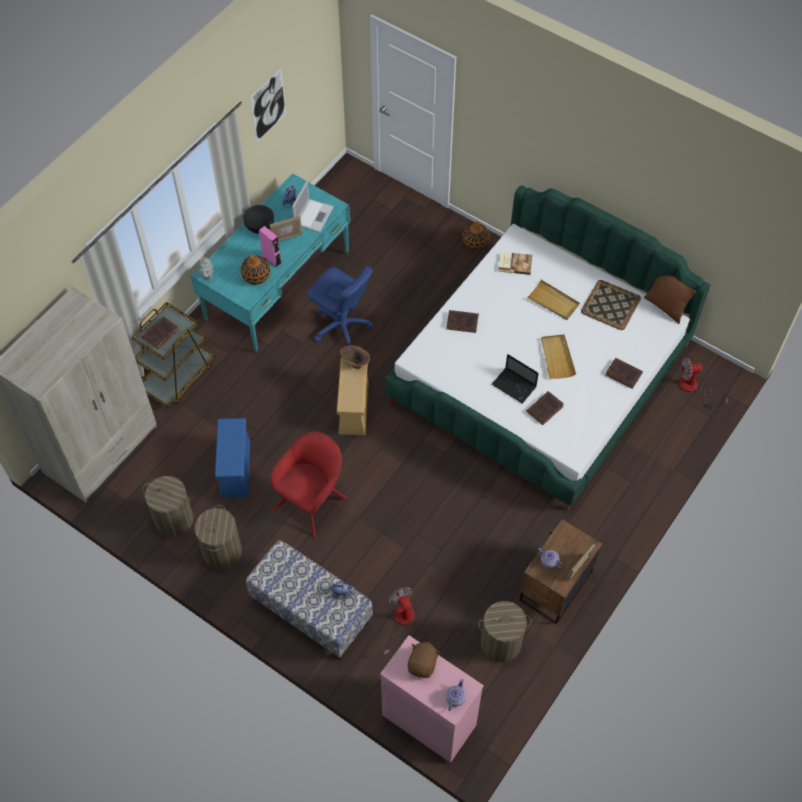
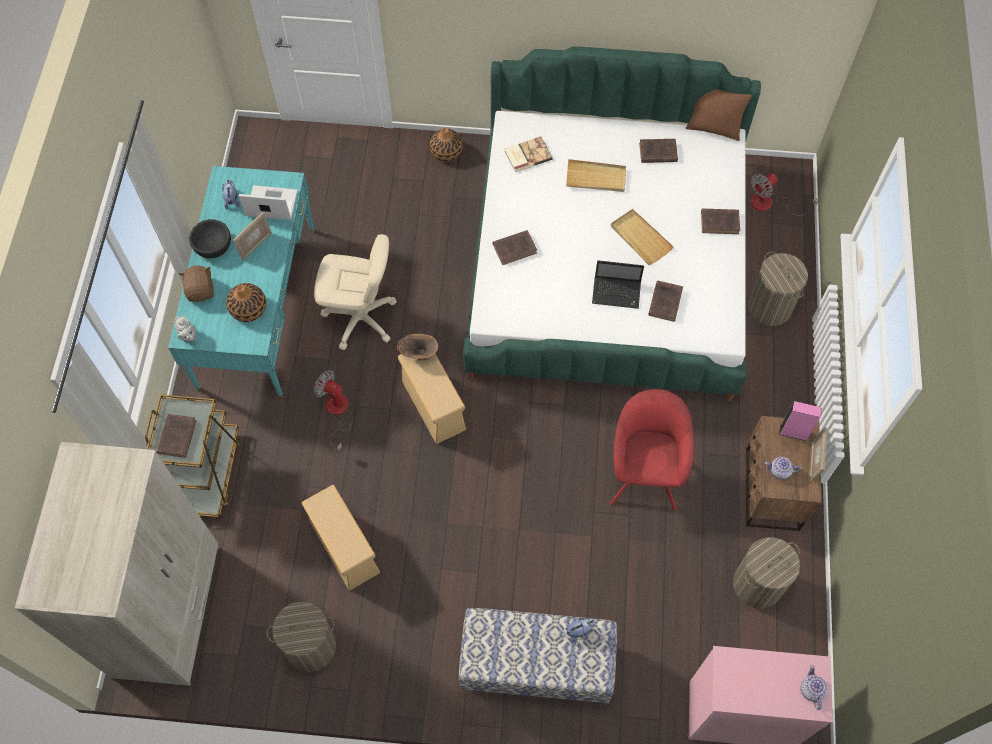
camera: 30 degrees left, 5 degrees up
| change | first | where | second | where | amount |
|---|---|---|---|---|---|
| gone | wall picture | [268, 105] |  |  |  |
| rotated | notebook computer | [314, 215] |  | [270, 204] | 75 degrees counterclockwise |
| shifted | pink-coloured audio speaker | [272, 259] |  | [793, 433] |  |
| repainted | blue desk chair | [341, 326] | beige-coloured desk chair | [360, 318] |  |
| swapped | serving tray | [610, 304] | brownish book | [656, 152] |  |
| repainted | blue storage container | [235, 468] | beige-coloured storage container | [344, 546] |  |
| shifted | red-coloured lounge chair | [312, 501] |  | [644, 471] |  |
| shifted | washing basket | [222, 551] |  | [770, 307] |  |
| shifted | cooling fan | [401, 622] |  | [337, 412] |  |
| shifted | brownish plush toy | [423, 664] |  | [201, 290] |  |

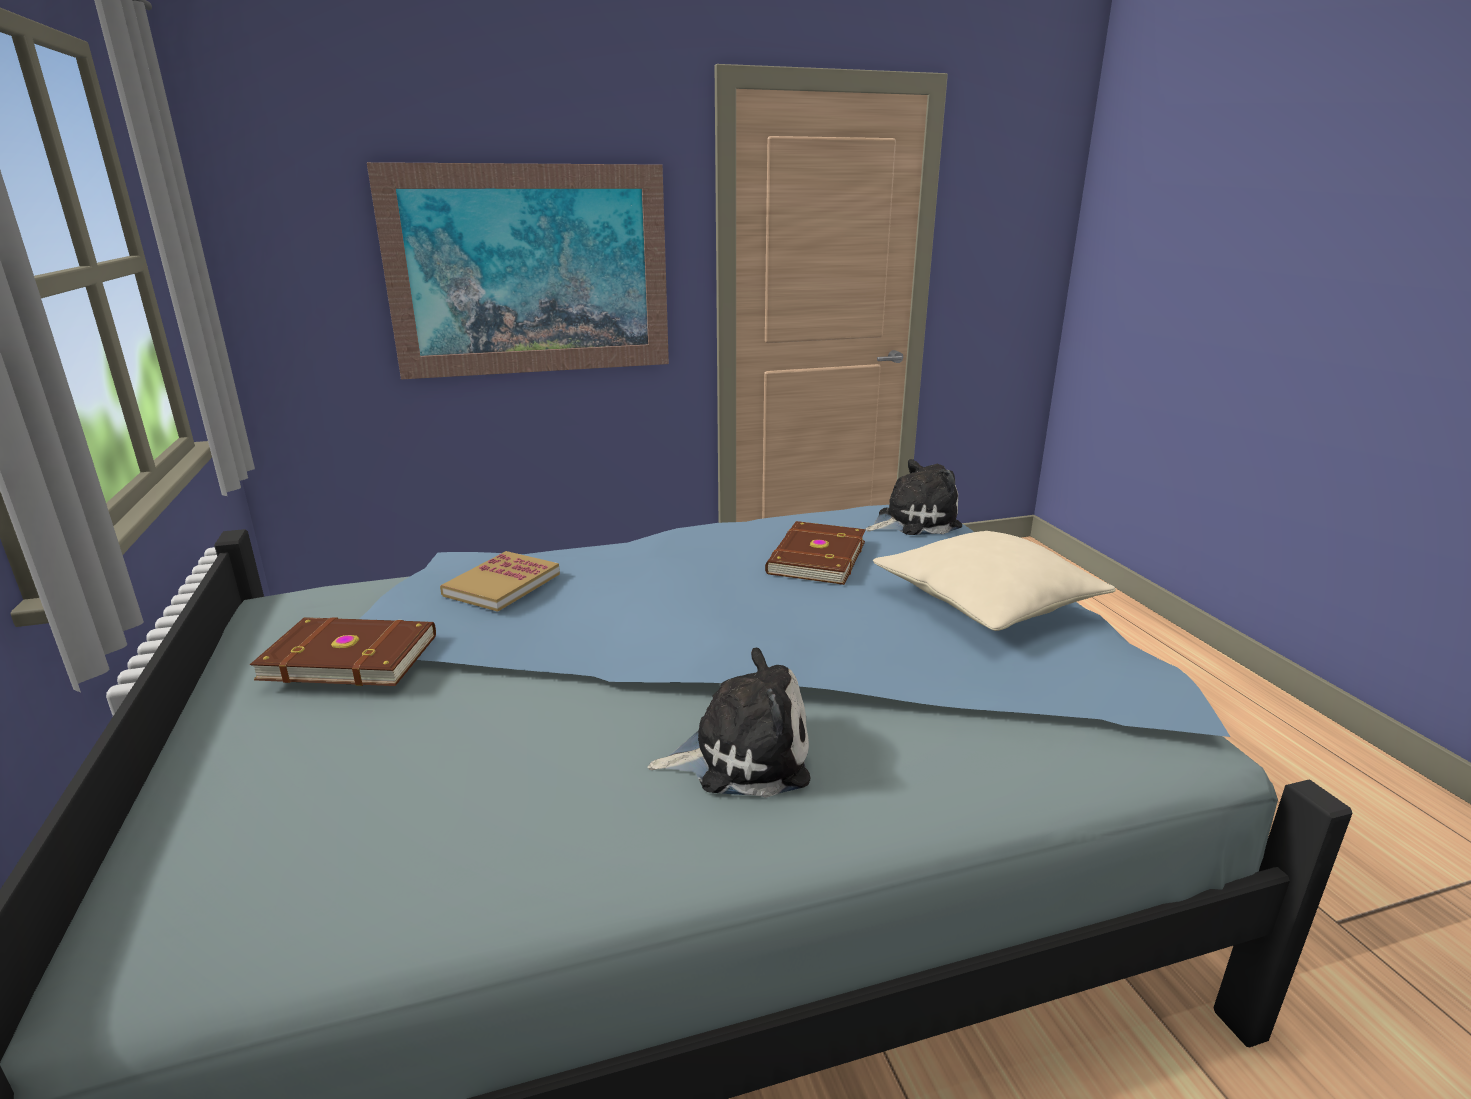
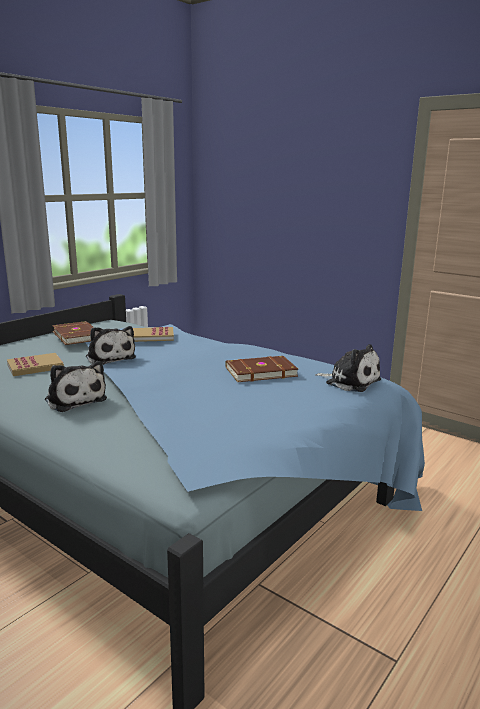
camera: 55 degrees right, 5 degrees down
| change | first | where | second | where | amount |
|---|---|---|---|---|---|
| gone | wall picture | [530, 271] |  |  |  |
| gone | beige-coloured throw pillow | [986, 602] |  |  |  |
| new |  |  | plush toy | [110, 357] |  |
| new |  |  | book | [35, 367] |  |

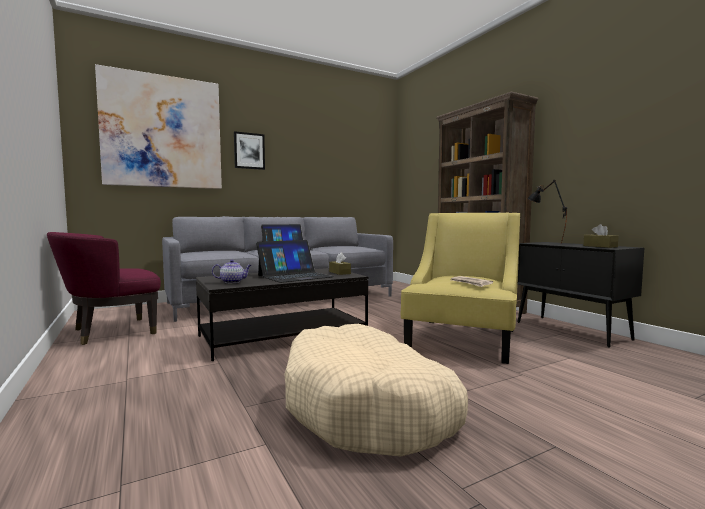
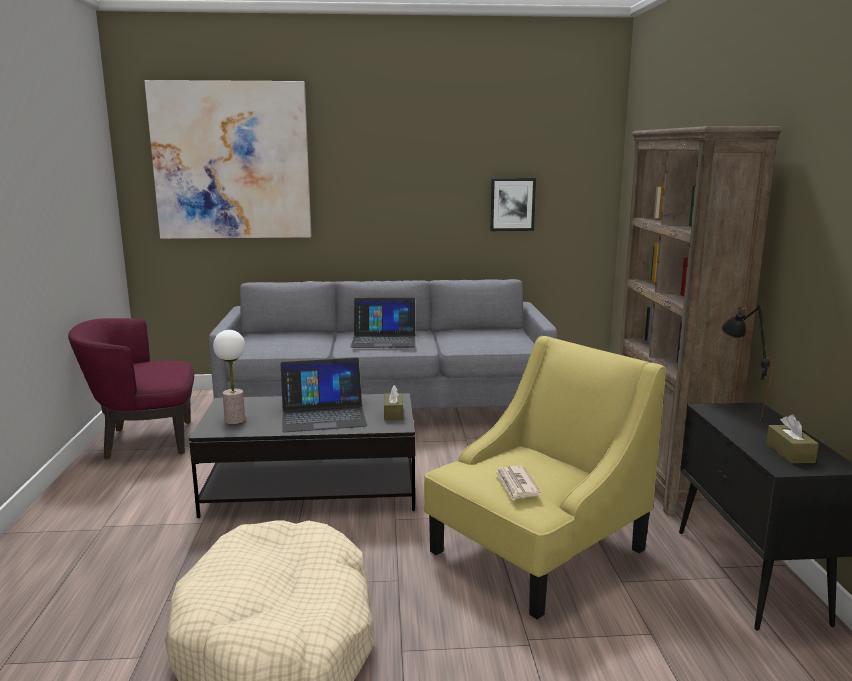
camera: 25 degrees right, 10 degrees up
| change | first | where | second | where | amount |
|---|---|---|---|---|---|
| shifted | wall picture | [249, 151] |  | [512, 204] |  |
| swapped | pot for tea | [232, 282] | table lamp | [235, 420] |  |

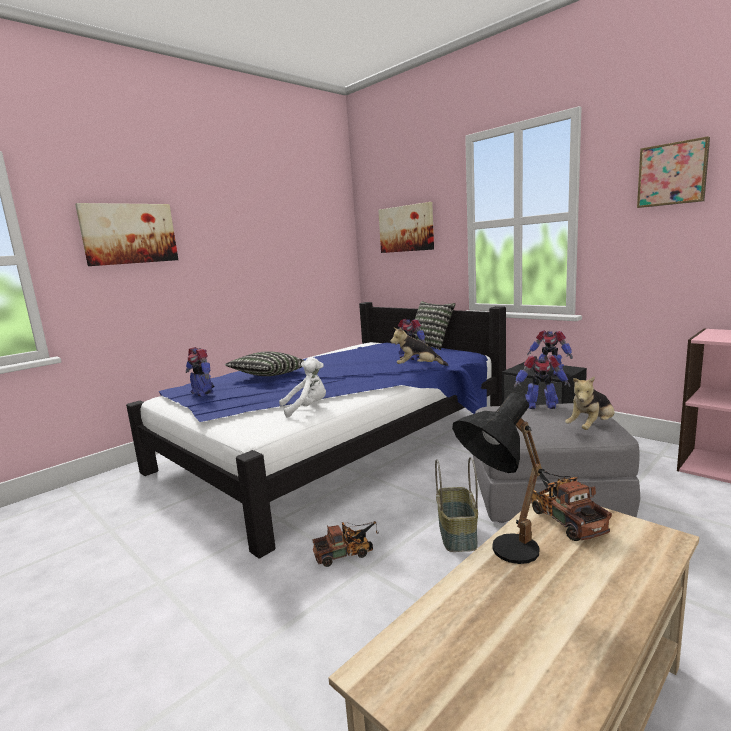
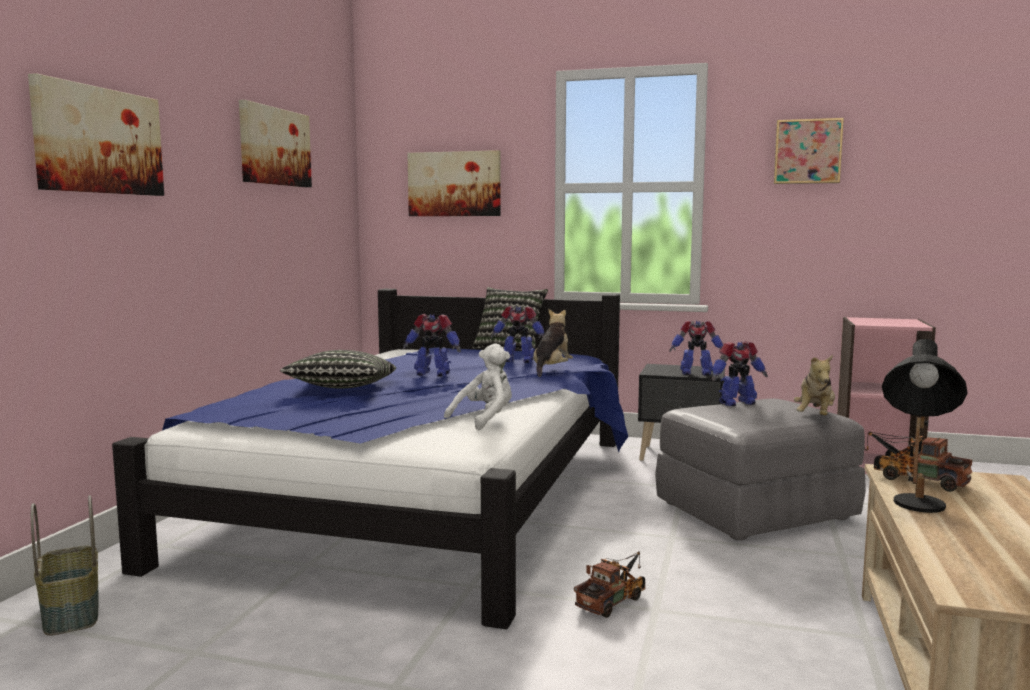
camera: 30 degrees left, 5 degrees down
| change | first | where | second | where | amount |
|---|---|---|---|---|---|
| rotated | plush toy | [418, 367] |  | [551, 369] | 135 degrees clockwise |
| shifted | model robot | [202, 392] |  | [432, 374] |  |
| shifted | household basket | [458, 534] |  | [72, 613] |  |
| new |  |  | wall picture | [274, 146] |  |

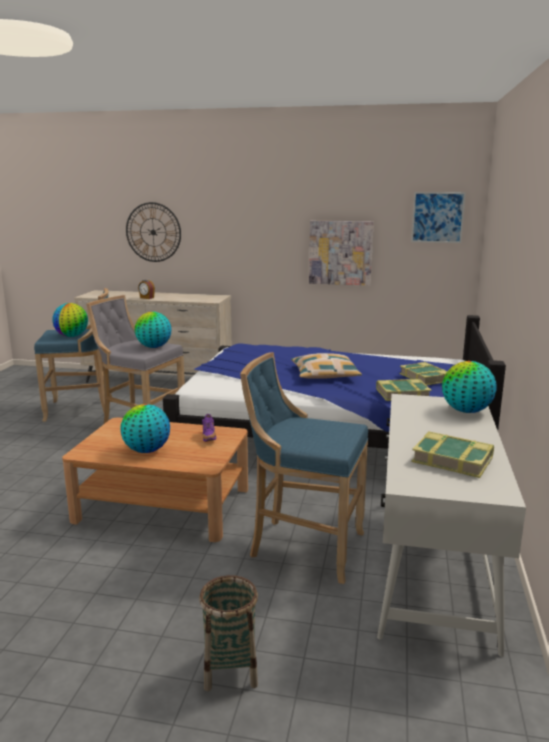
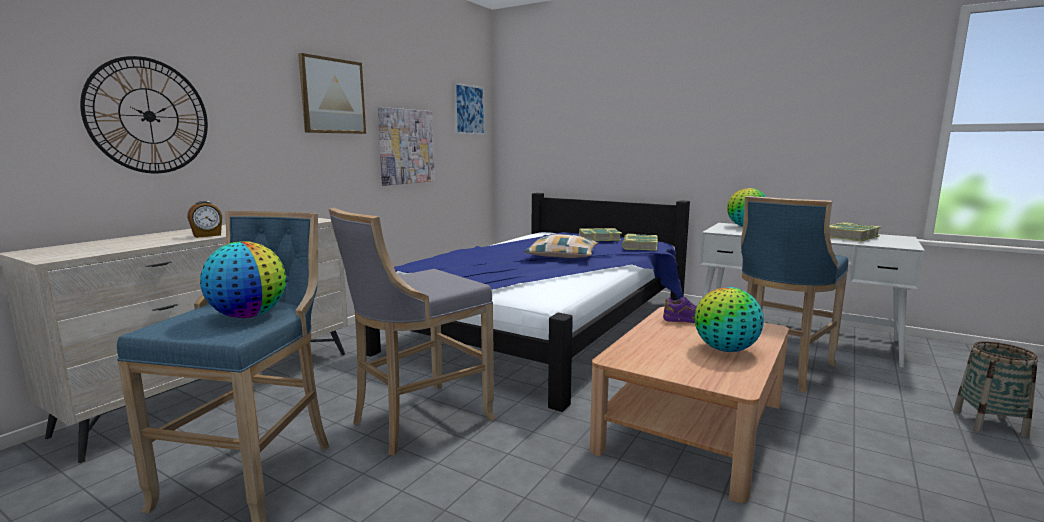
camera: 70 degrees left, 5 degrees down
| change | first | where | second | where | amount |
|---|---|---|---|---|---|
| gone | globe | [154, 347] |  |  |  |
| new |  |  | wall picture | [332, 96] |  |

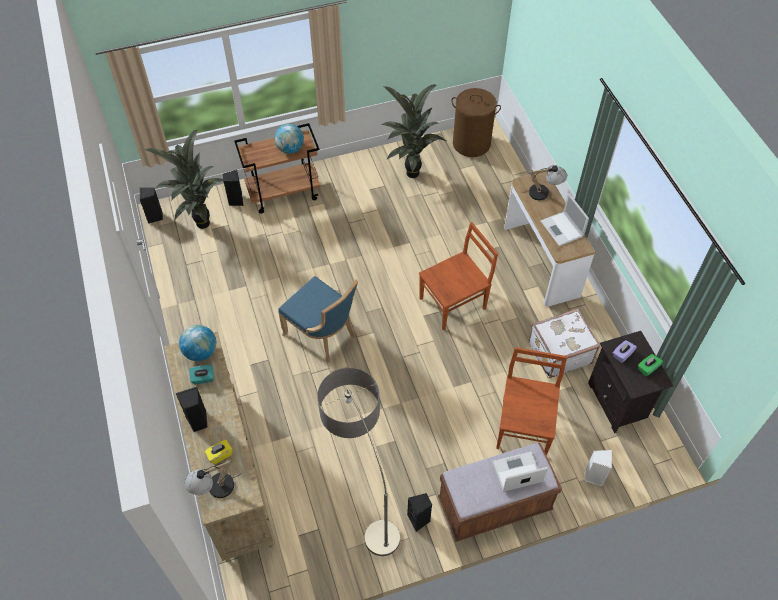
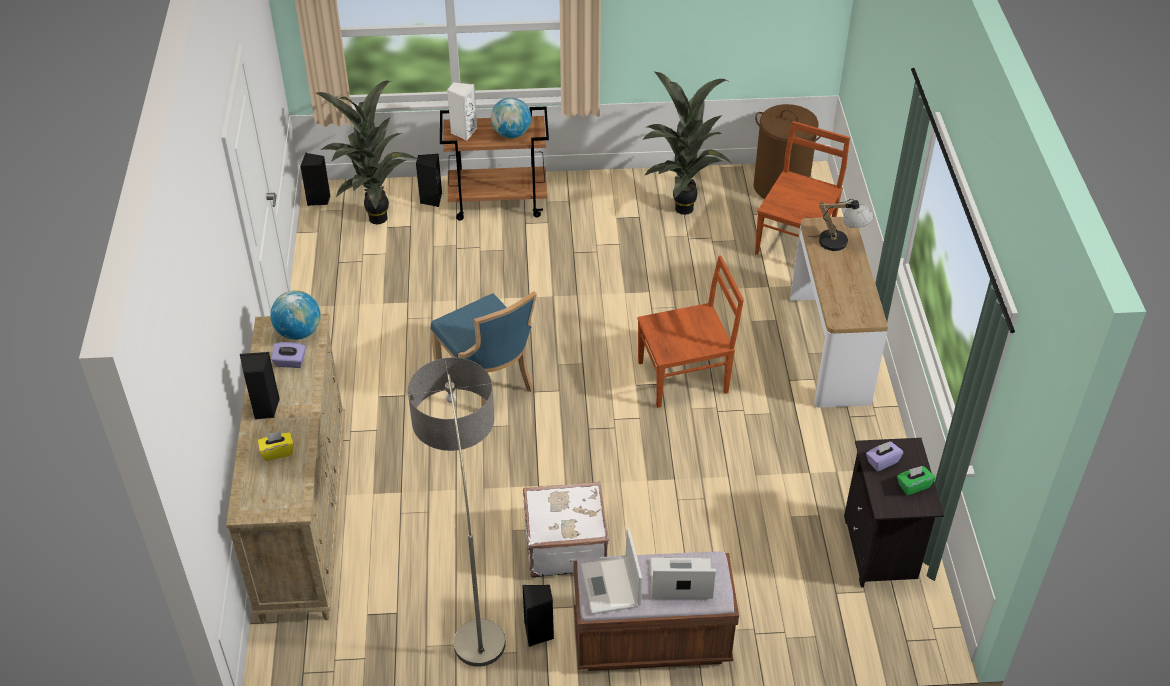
camera: 15 degrees right, 10 degrees down
| change | first | where | second | where | amount |
|---|---|---|---|---|---|
| shifted | notebook computer | [562, 229] |  | [611, 586] |  |
| shifted | whitish travel case | [559, 352] |  | [564, 546] |  |
| shifted | brownish upright chair | [524, 426] |  | [795, 241] |  |
| repainted | blue-green box of tissues | [203, 378] | purple-coloured box of tissues | [290, 362] |  |
| shifted | whitish audio speaker | [593, 476] |  | [463, 131] |  |
| gone | table lamp | [214, 490] |  |  |  |

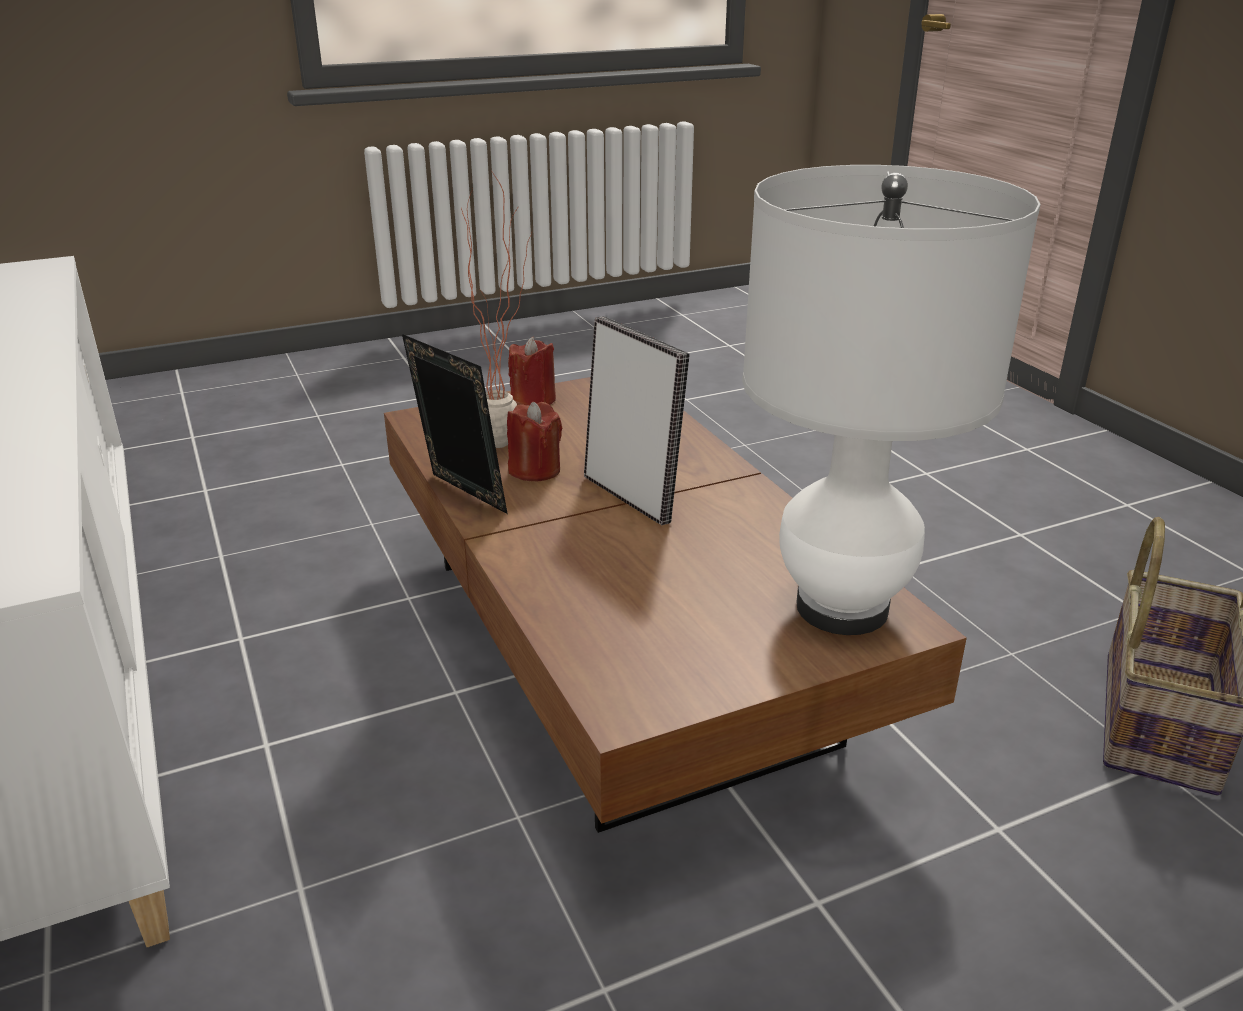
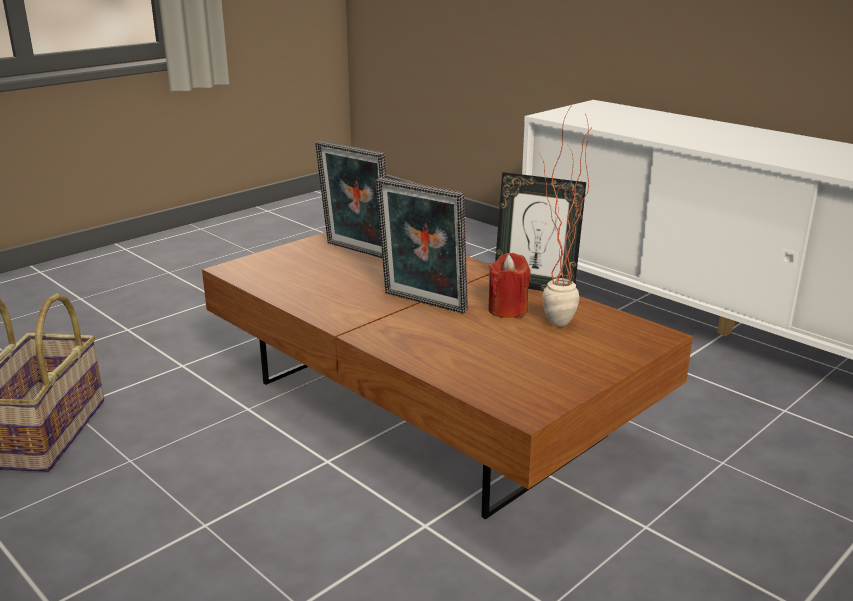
camera: 160 degrees right, 5 degrees down
| change | first | where | second | where | amount |
|---|---|---|---|---|---|
| gone | whitish table lamp | [842, 608] |  |  |  |
| gone | red-coloured wax light | [533, 400] |  |  |  |
| new |  |  | standing frame | [356, 252] |  |

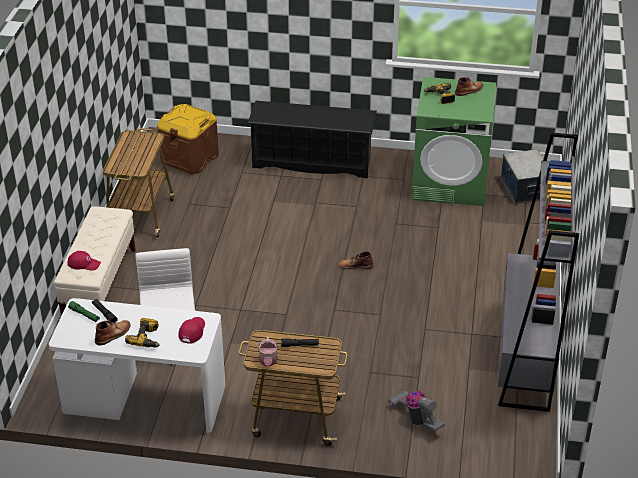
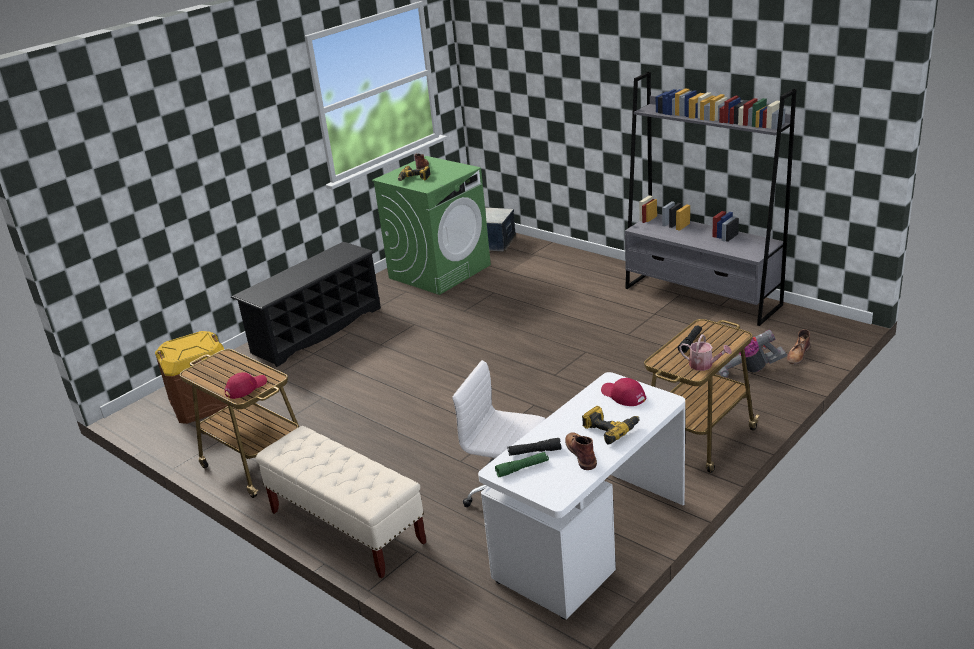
camera: 55 degrees left, 10 degrees down
| change | first | where | second | where | amount |
|---|---|---|---|---|---|
| shifted | red-coloured peaked cap | [84, 264] |  | [246, 388] |  |
| shifted | brownish high-top boot | [355, 265] |  | [798, 355] |  |

